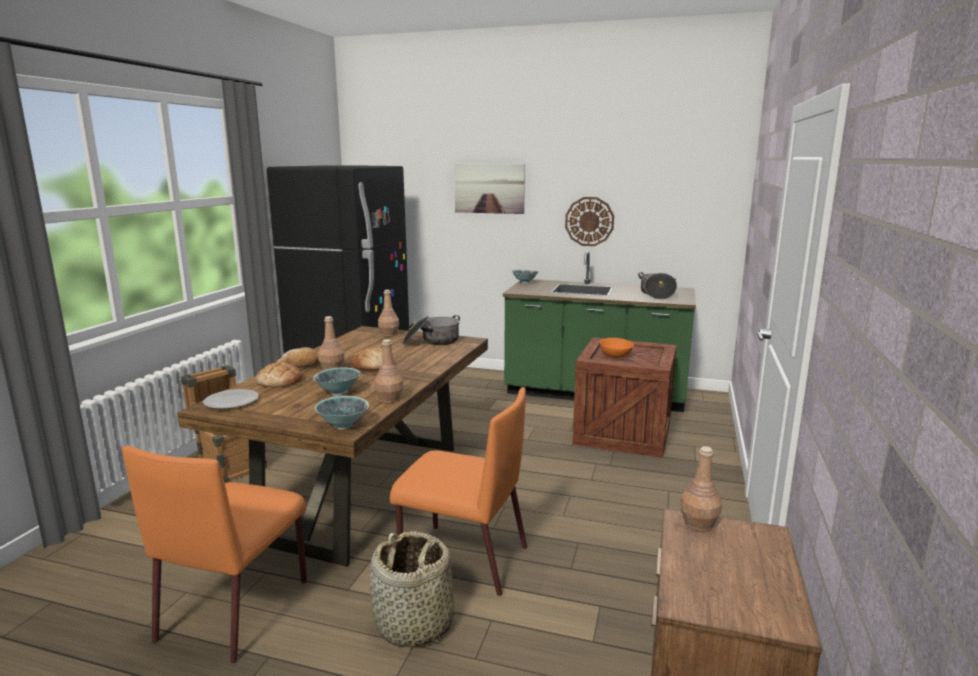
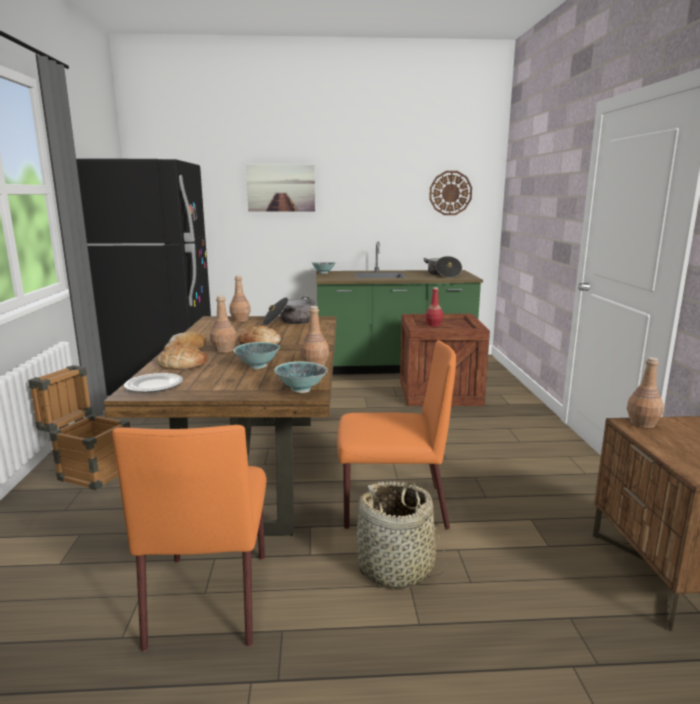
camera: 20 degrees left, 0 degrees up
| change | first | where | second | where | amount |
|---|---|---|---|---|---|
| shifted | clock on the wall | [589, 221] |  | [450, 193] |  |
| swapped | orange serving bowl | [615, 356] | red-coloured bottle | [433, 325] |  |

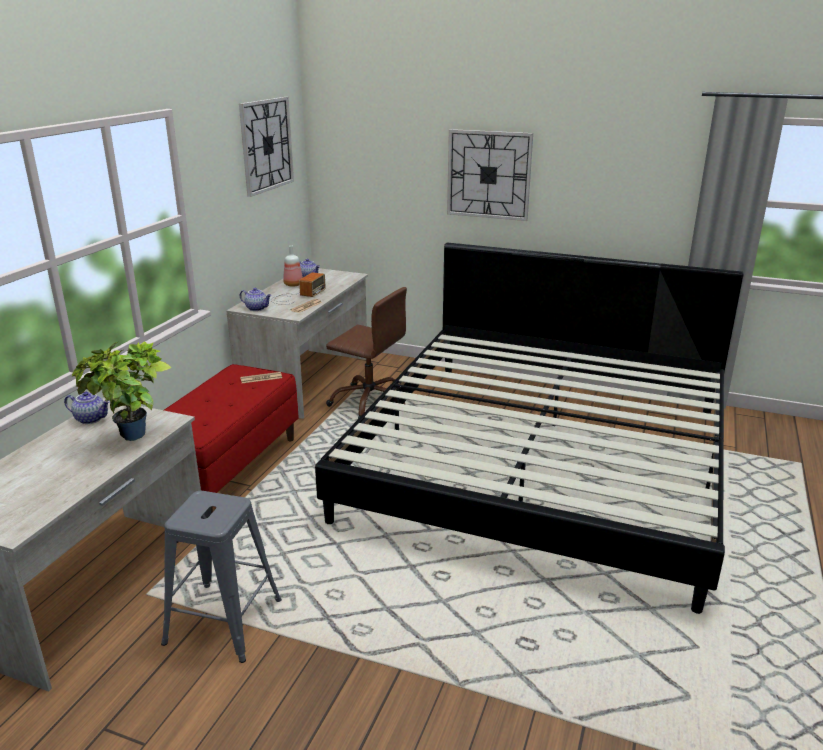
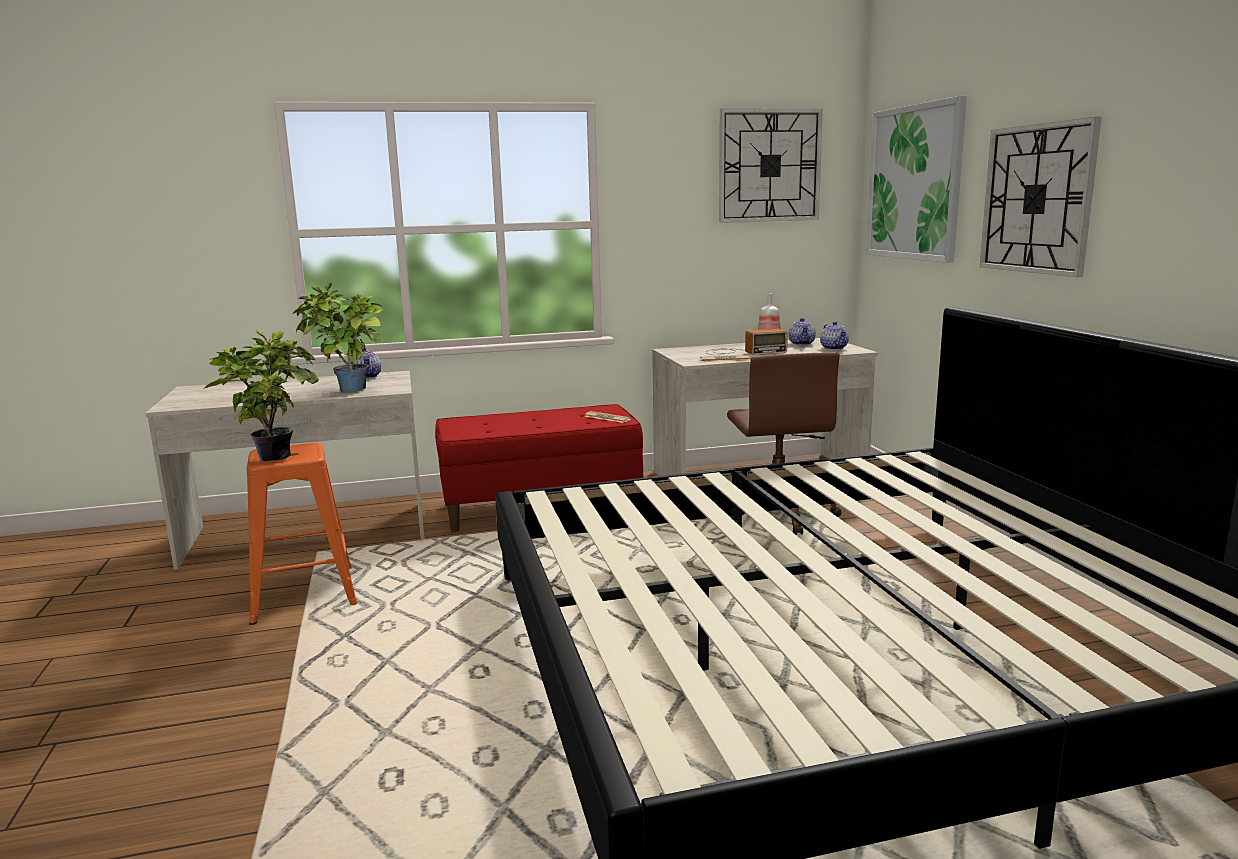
camera: 55 degrees right, 10 degrees down
| change | first | where | second | where | amount |
|---|---|---|---|---|---|
| shifted | pot for tea | [257, 308] |  | [834, 348] |  |
| repainted | grey sitting stool | [224, 622] | orange sitting stool | [302, 595] |  |
| new |  |  | wall picture | [914, 183] |  |
| new |  |  | plant in a pot | [275, 456] |  |

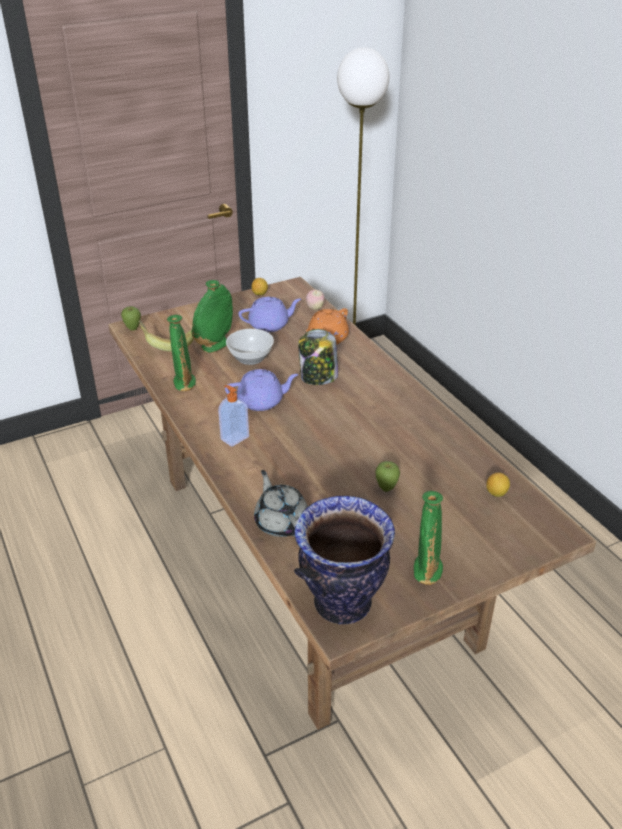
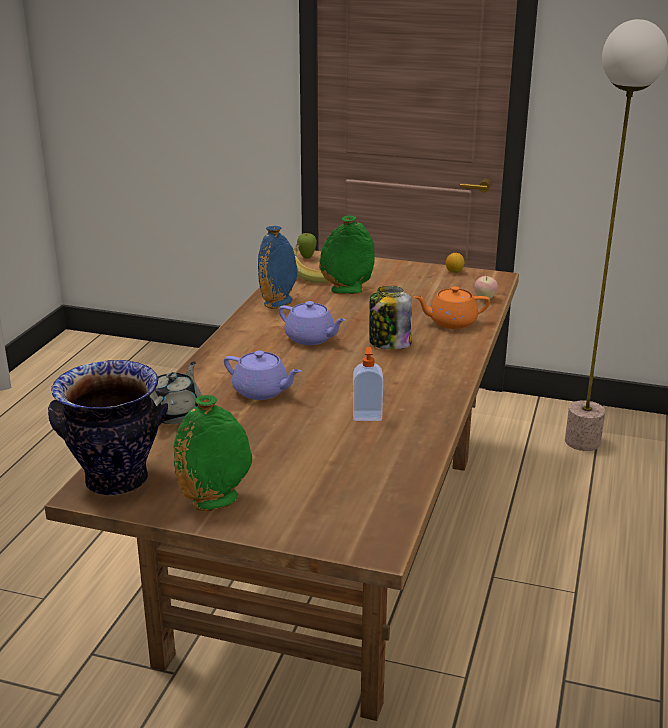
camera: 45 degrees right, 10 degrees down
| change | first | where | second | where | amount |
|---|---|---|---|---|---|
| shifted | purple-coloured pot for tea | [270, 325] |  | [262, 391] |  |
| repainted | green-coloured flower vase | [184, 382] | blue flower vase | [278, 303] |  |
| gone | serving bowl | [251, 358] |  |  |  |
| shifted | soap dispenser | [234, 438] |  | [367, 415] |  |
| gone | whole apple | [386, 489] |  |  |  |
| gone | lemon | [496, 493] |  |  |  |

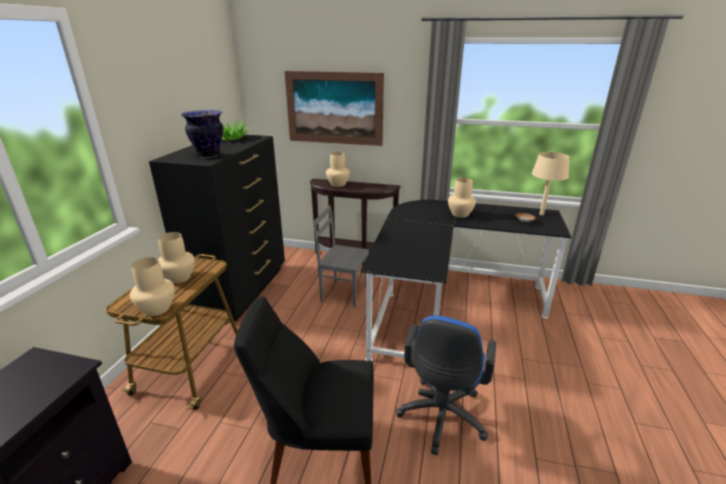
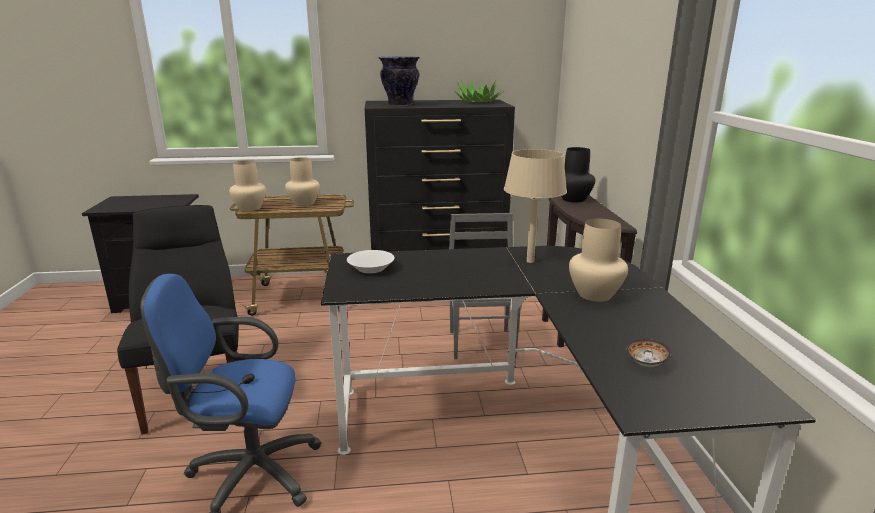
camera: 70 degrees right, 5 degrees down
| change | first | where | second | where | amount |
|---|---|---|---|---|---|
| gone | wall picture | [334, 108] |  |  |  |
| repainted | beige-coloured flower vase | [337, 184] | black flower vase | [573, 199] |  |
| shifted | beige-coloured table lamp | [541, 214] |  | [530, 261] |  |
| new |  |  | whitish serving bowl | [370, 268] |  |

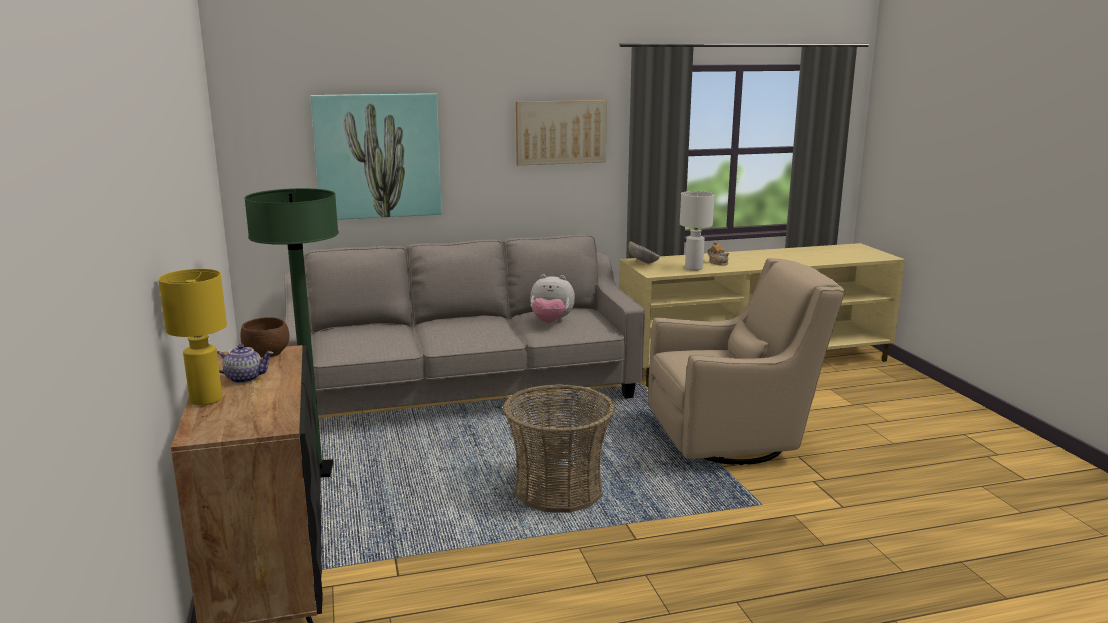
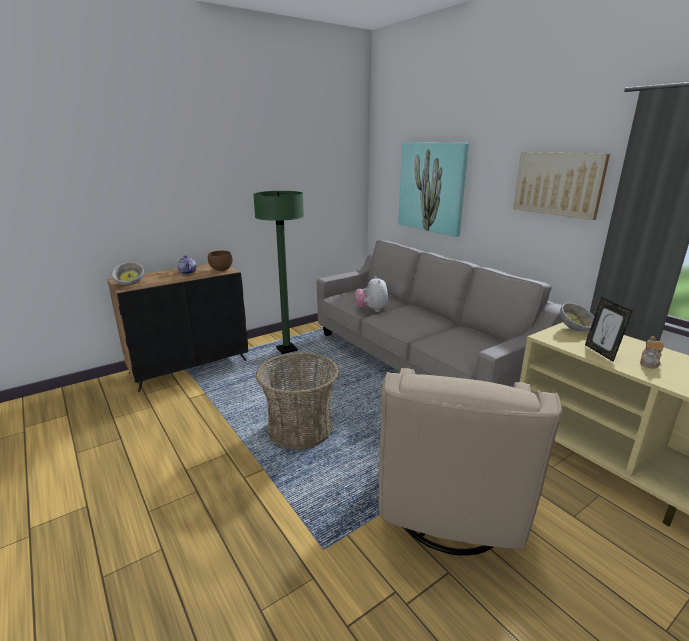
camera: 70 degrees right, 5 degrees up
| change | first | where | second | where | amount |
|---|---|---|---|---|---|
| swapped | whitish table lamp | [694, 268] | standing frame | [601, 352] |  |
| rotated | beige-coloured lounge chair | [734, 440] |  | [449, 512] | 45 degrees clockwise |
| gone | yellow table lamp | [207, 399] |  |  |  |
| shifted | plush toy | [551, 322] |  | [371, 310] |  |
| new |  |  | serving bowl | [130, 283] |  |

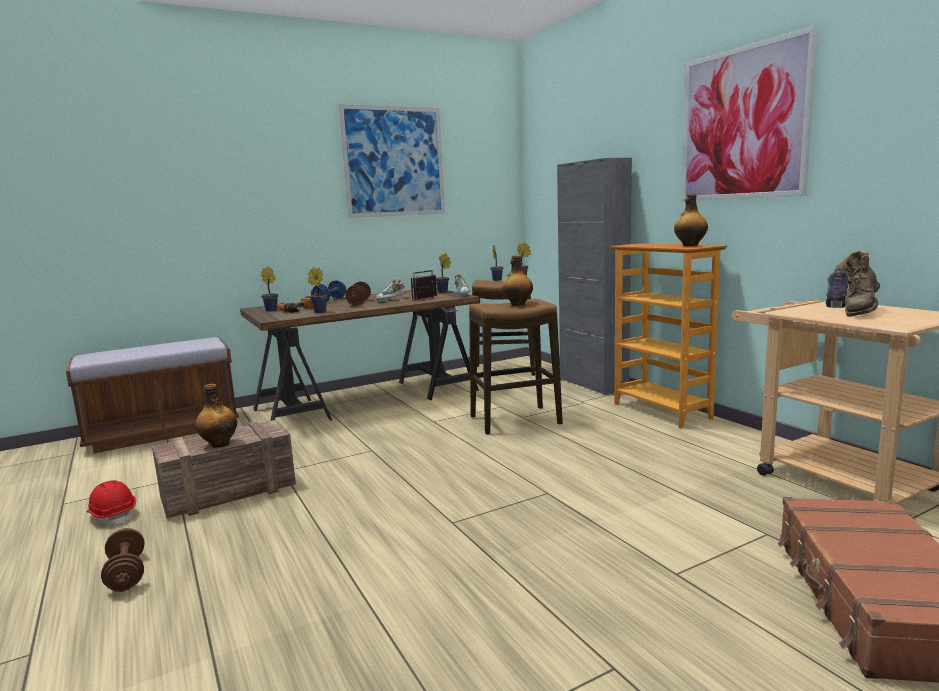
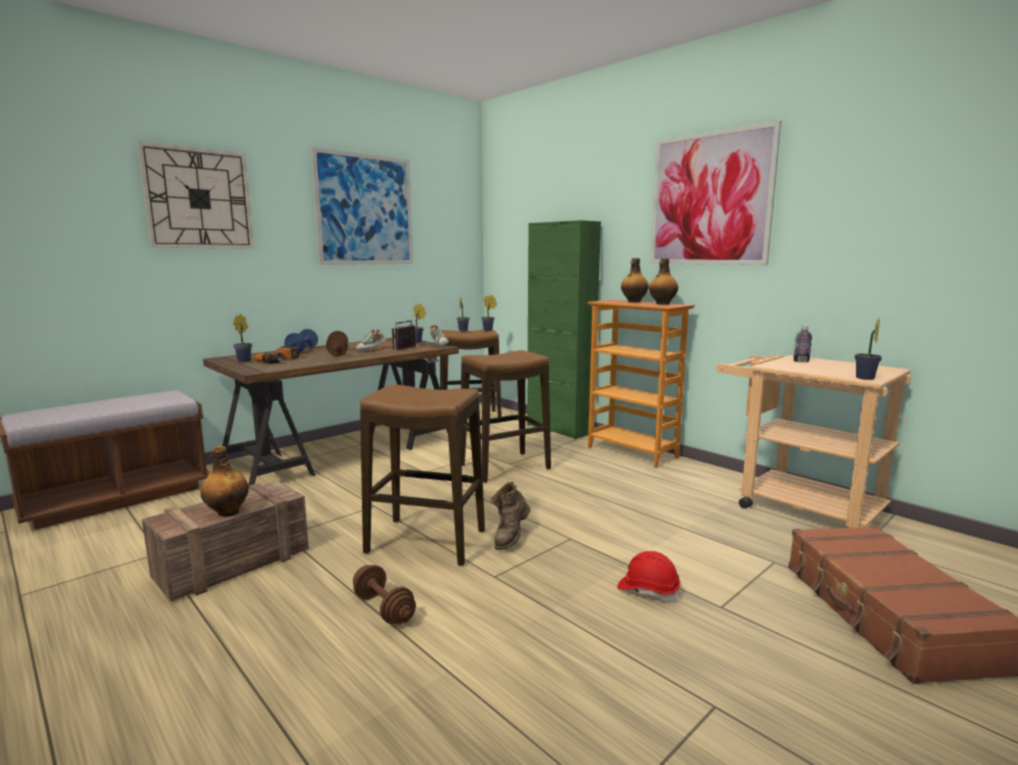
camera: 15 degrees left, 0 degrees up
| change | first | where | second | where | amount |
|---|---|---|---|---|---|
| repainted | grey cabinet | [593, 384] | green-coloured cabinet | [559, 429] |  |
| shifted | brownish high-top boot | [859, 312] |  | [510, 538] |  |
| shifted | bottle | [517, 304] |  | [633, 302] |  |
| shifted | plant in a pot | [318, 312] |  | [865, 378] |  |
| shifted | red-coloured hard hat | [113, 515] |  | [648, 590] |  |
| shifted | brownish hand weight | [126, 574] |  | [384, 609] |  |
| new |  |  | clock on the wall | [199, 199] |  |
| new |  |  | sitting stool | [426, 542] |  |

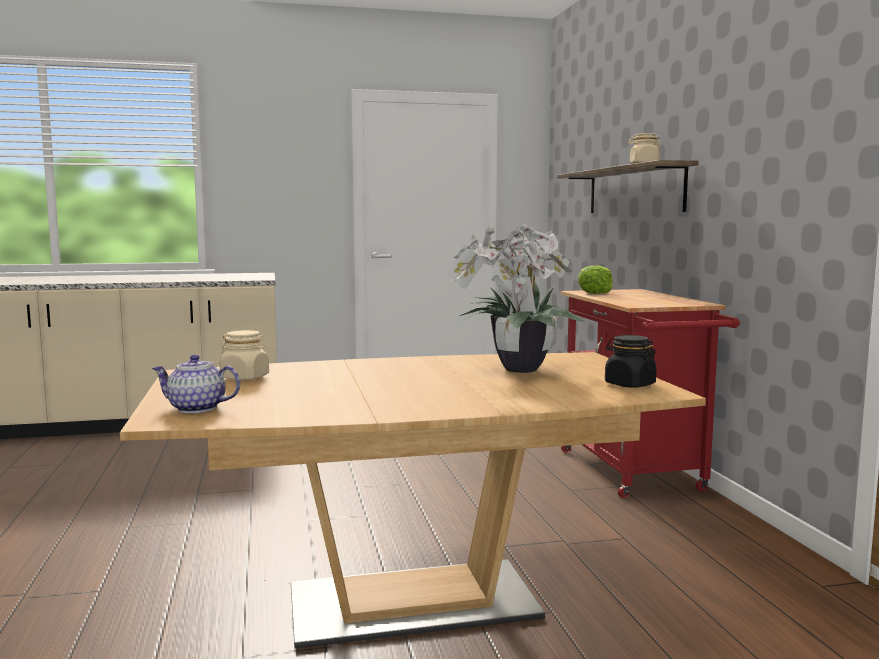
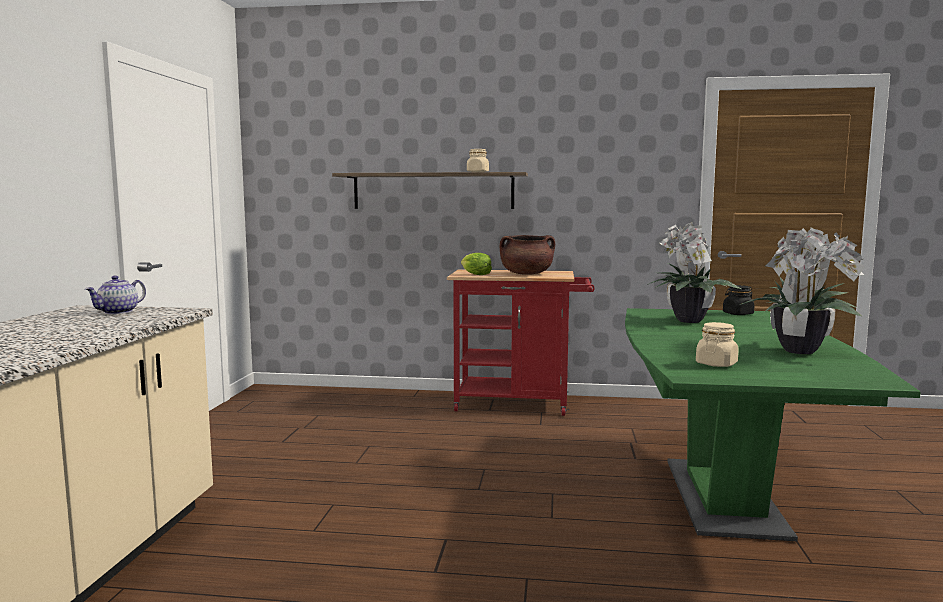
camera: 70 degrees left, 0 degrees up
| change | first | where | second | where | amount |
|---|---|---|---|---|---|
| repainted | brownish dinner table | [412, 603] | green-coloured dinner table | [723, 497] |  |
| shifted | pot for tea | [196, 408] |  | [118, 312] |  |
| new |  |  | plant in a pot | [798, 350] |  |
| new |  |  | brownish cooking pot | [526, 274] |  |

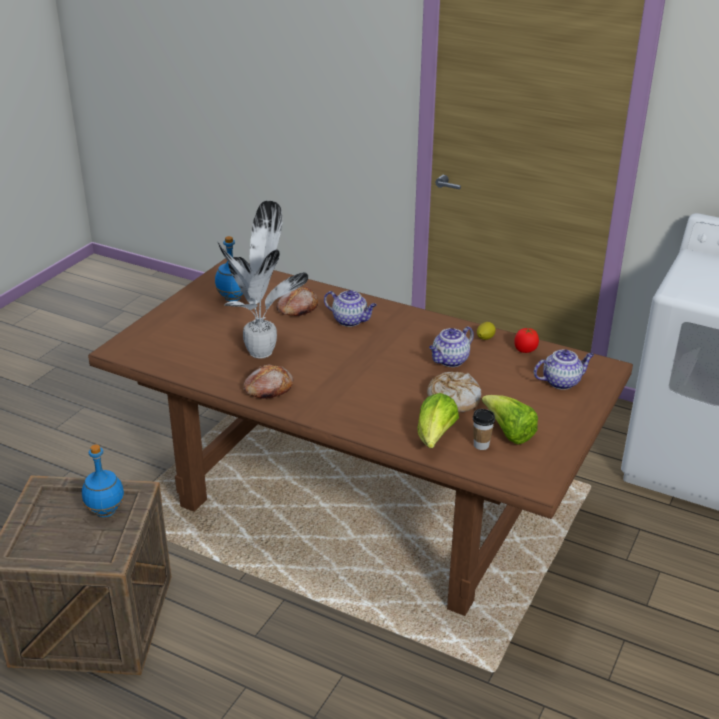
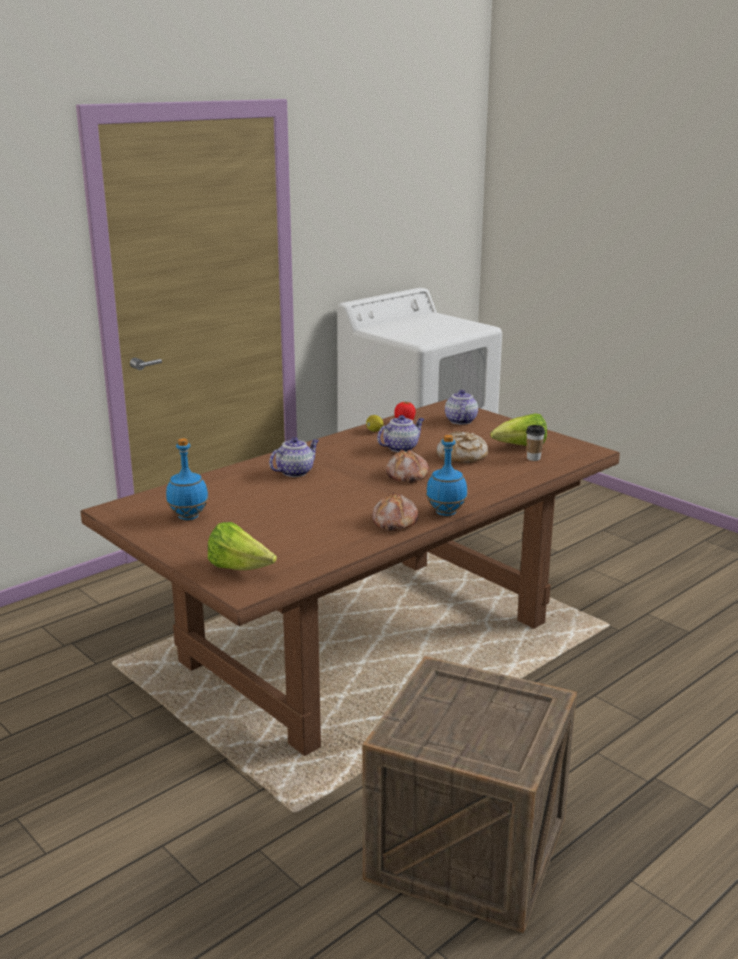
camera: 70 degrees left, 10 degrees down
| change | first | where | second | where | amount |
|---|---|---|---|---|---|
| gone | plant in a pot | [262, 351] |  |  |  |
| shifted | bakery bread | [297, 308] |  | [406, 475] |  |
| rotated | pot for tea | [450, 361] |  | [401, 448] | 105 degrees counterclockwise |
| shifted | head of lettuce | [435, 437] |  | [239, 568] |  |
| shifted | blue bottle | [106, 512] |  | [446, 512] |  |

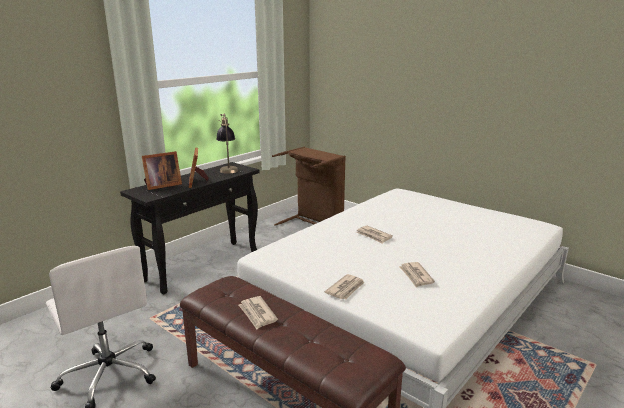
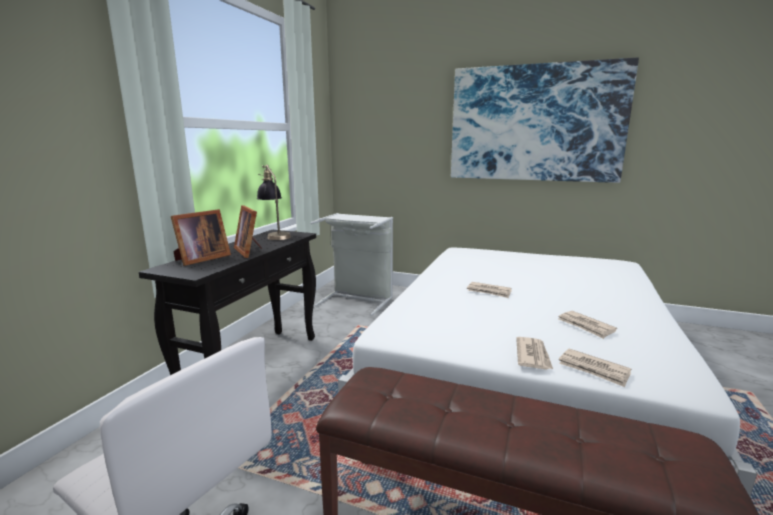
camera: 20 degrees left, 5 degrees down
| change | first | where | second | where | amount |
|---|---|---|---|---|---|
| repainted | brownish washing basket | [313, 224] | grey washing basket | [358, 299] |  |
| shifted | printed paper | [257, 314] |  | [594, 369] |  |
| new |  |  | wall picture | [535, 123] |  |

